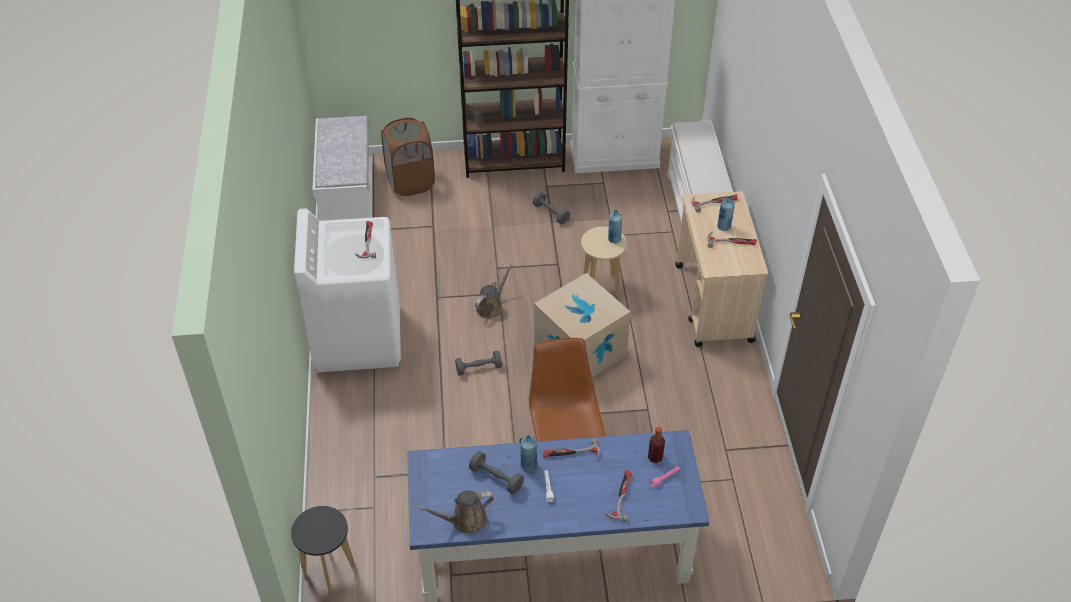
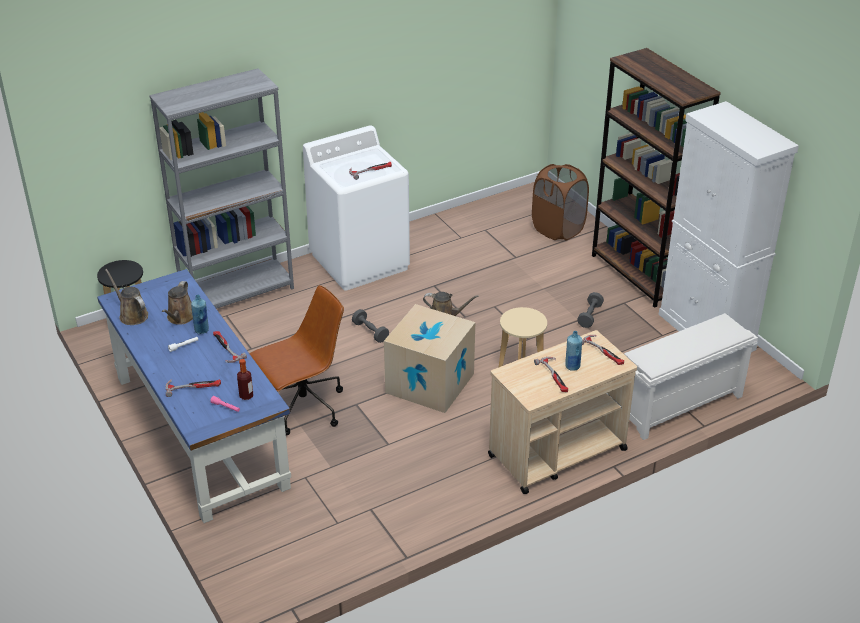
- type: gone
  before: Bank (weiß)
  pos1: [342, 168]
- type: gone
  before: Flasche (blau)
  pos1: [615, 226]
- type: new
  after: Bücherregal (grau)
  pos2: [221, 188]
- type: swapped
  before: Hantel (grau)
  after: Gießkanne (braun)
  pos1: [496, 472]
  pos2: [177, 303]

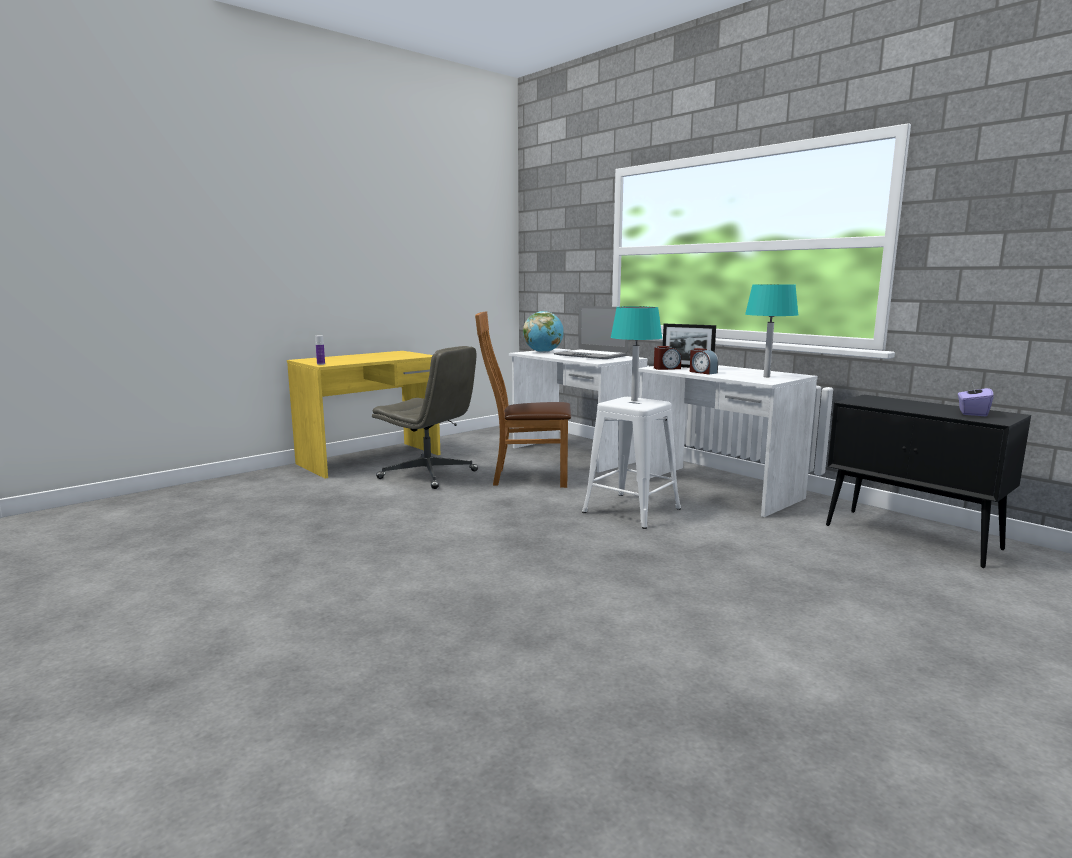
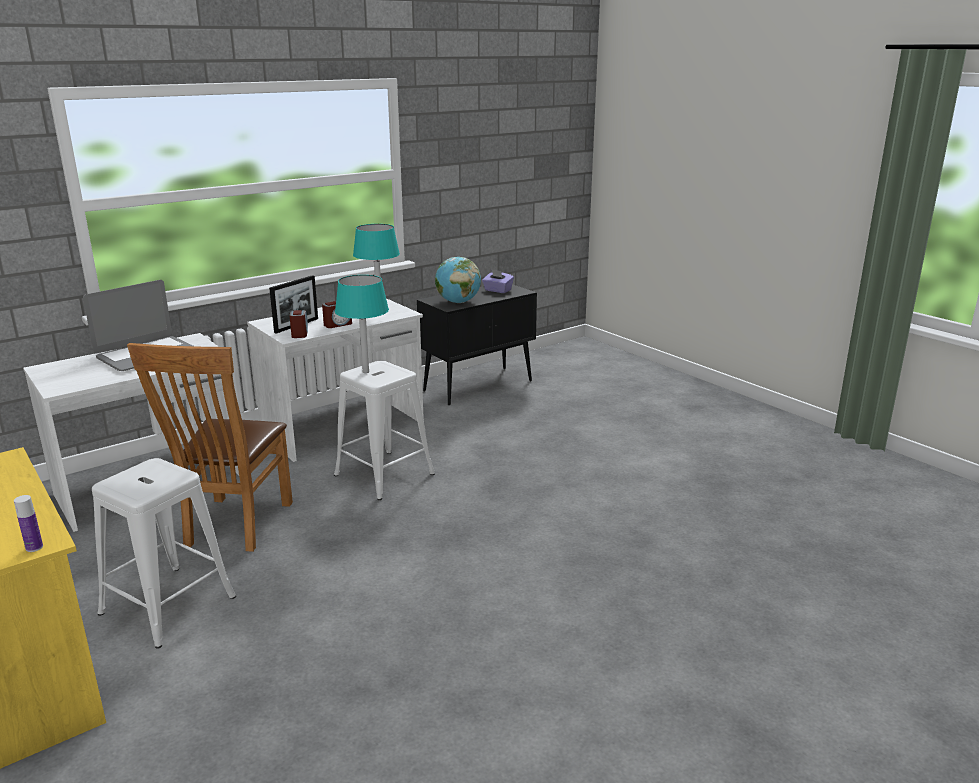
- type: shifted
  before: Globus
  pos1: [543, 332]
  pos2: [458, 280]
- type: swapped
  before: Bürostuhl (grau)
  after: Hocker (weiß)
  pos1: [425, 417]
  pos2: [164, 553]

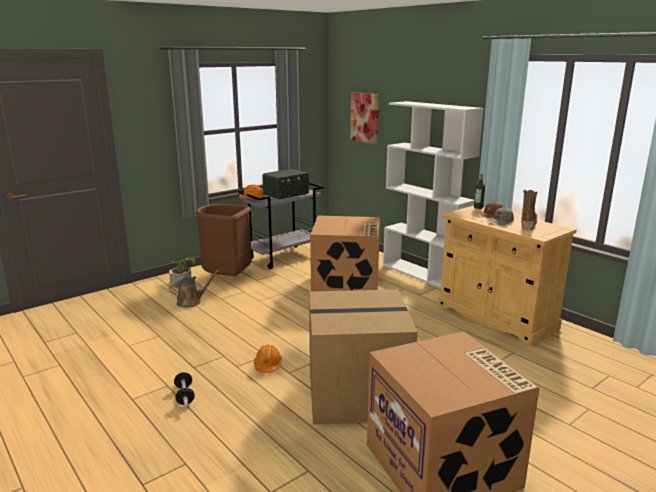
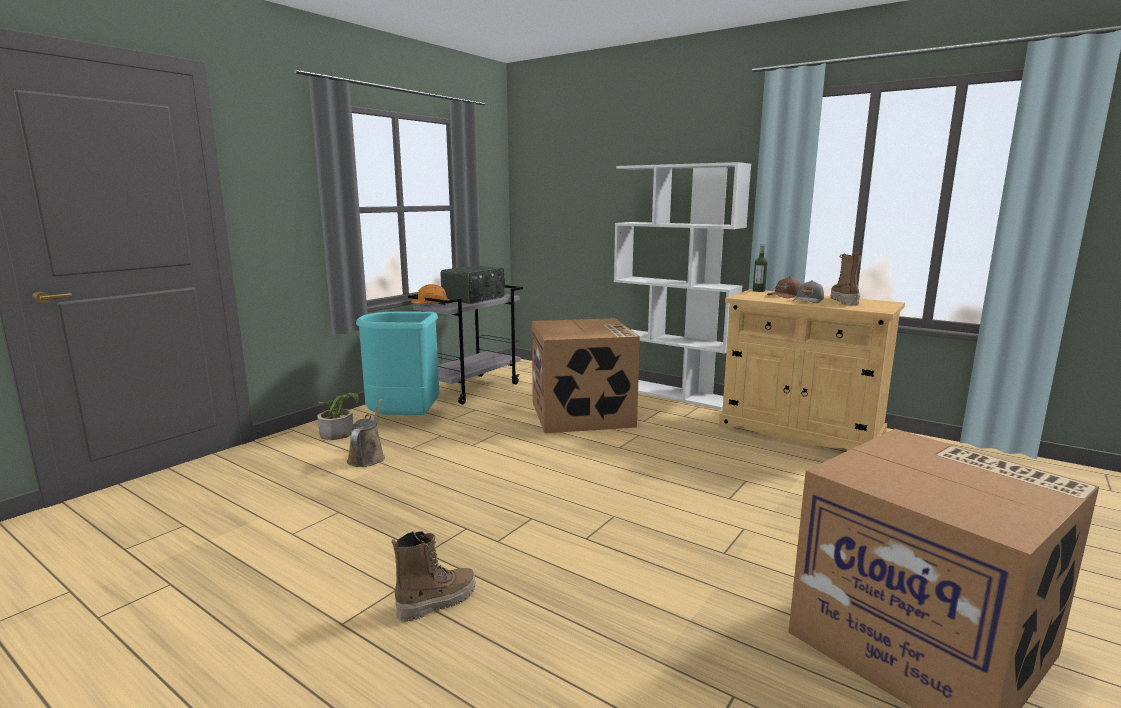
- type: gone
  before: Schutzhelm (orange)
  pos1: [268, 358]
- type: gone
  before: Karton
  pos1: [363, 357]
- type: gone
  before: Bild
  pos1: [364, 118]
- type: swapped
  before: Hantel
  after: Stiefel
  pos1: [184, 389]
  pos2: [433, 576]
- type: repainted
  before: Mülleimer (braun)
  after: Mülleimer (türkis)
  pos1: [223, 240]
  pos2: [397, 363]
- type: rotated
  before: Gießkanne (braun)
  pos1: [194, 289]
  pos2: [366, 433]
  turn: -45

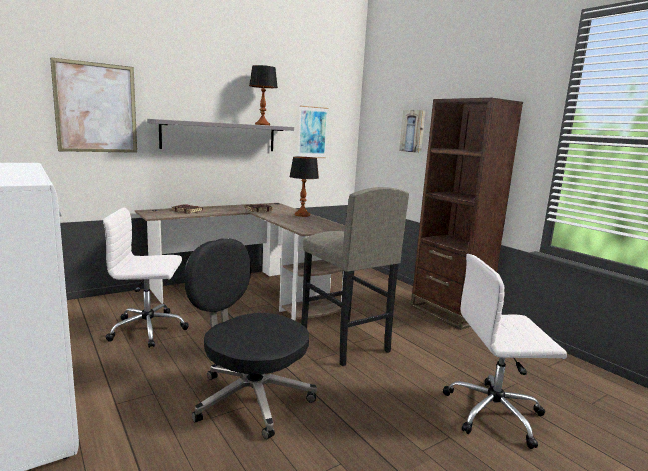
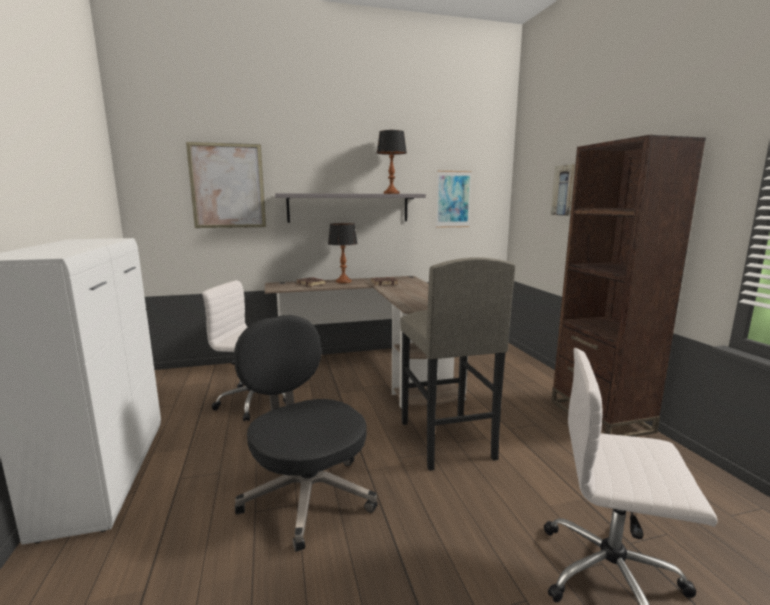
- type: shifted
  before: Tischlampe
  pos1: [304, 187]
  pos2: [343, 253]

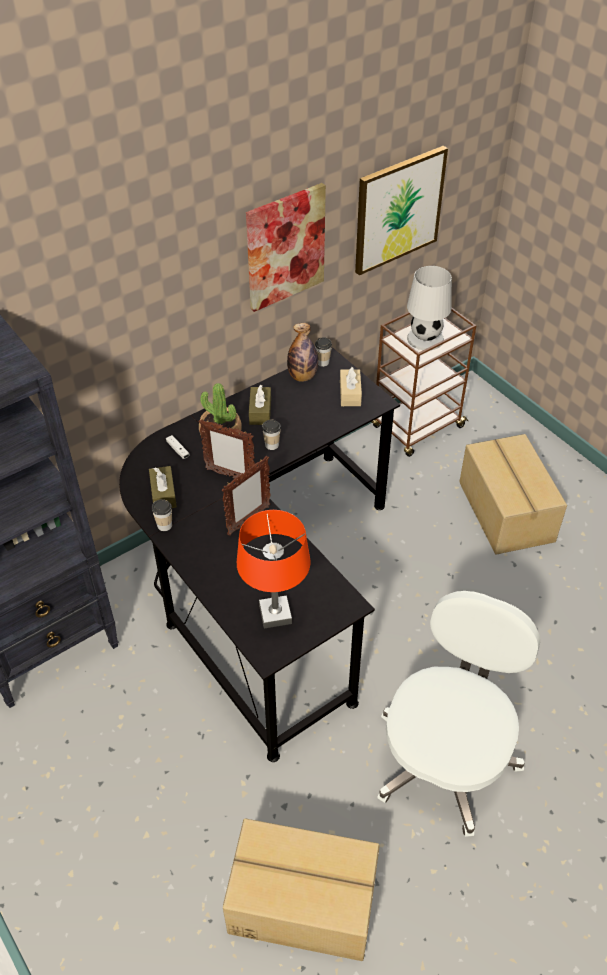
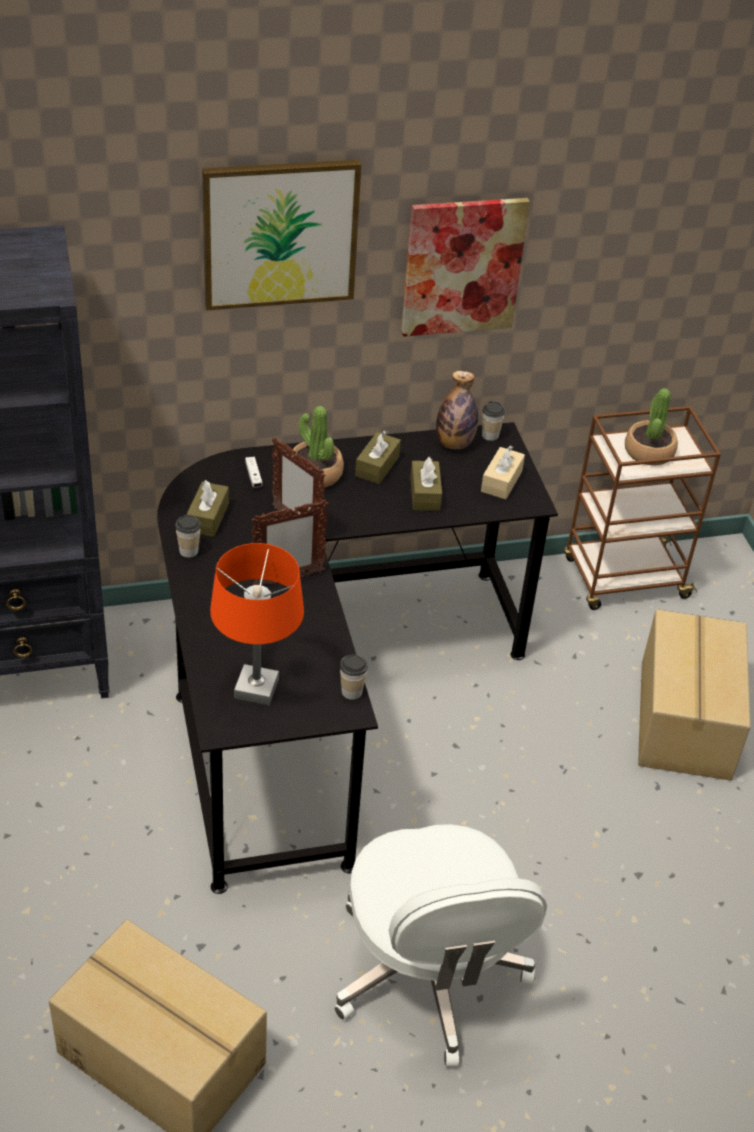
- type: new
  after: Taschentuchbox (braun)
  pos2: [426, 484]
- type: shifted
  before: Tasse
  pos1: [271, 435]
  pos2: [354, 677]
- type: shifted
  before: Bild
  pos1: [401, 210]
  pos2: [281, 235]
- type: swapped
  before: Tischlampe (weiß)
  after: Topfpflanze
  pos1: [429, 308]
  pos2: [651, 426]
- type: rotated
  before: Bürostuhl (weiß)
  pos1: [458, 714]
  pos2: [440, 945]
  turn: 120

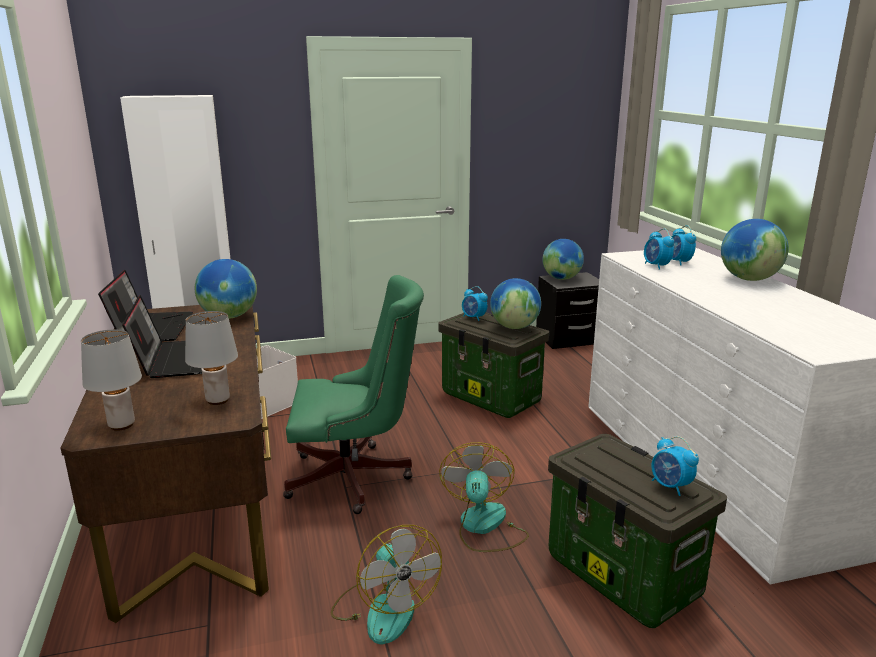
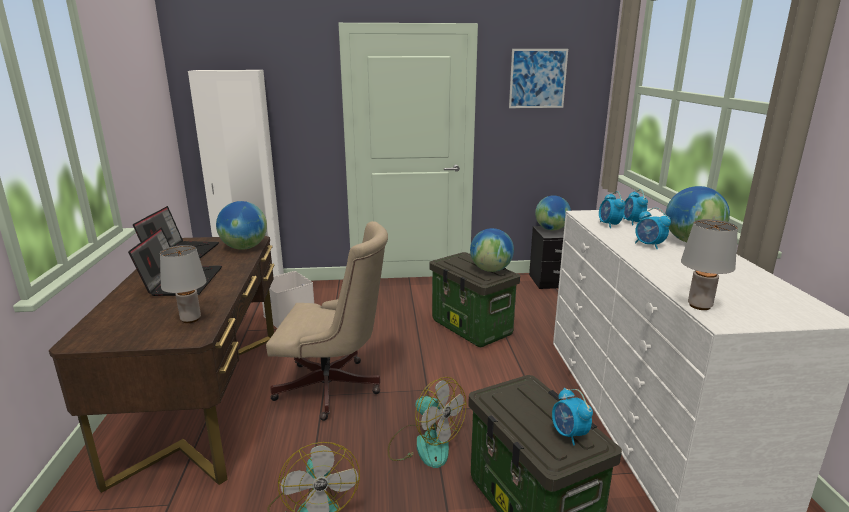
- type: new
  after: Bild
  pos2: [538, 78]
- type: shifted
  before: Tischlampe (grau)
  pos1: [111, 380]
  pos2: [709, 264]
- type: shifted
  before: Wecker
  pos1: [475, 303]
  pos2: [653, 228]
- type: repainted
  before: Bürostuhl (grün)
  after: Bürostuhl (beige)
  pos1: [353, 394]
  pos2: [327, 321]
- type: rotated
  before: Ventilator
  pos1: [484, 497]
  pos2: [427, 422]
  turn: 120

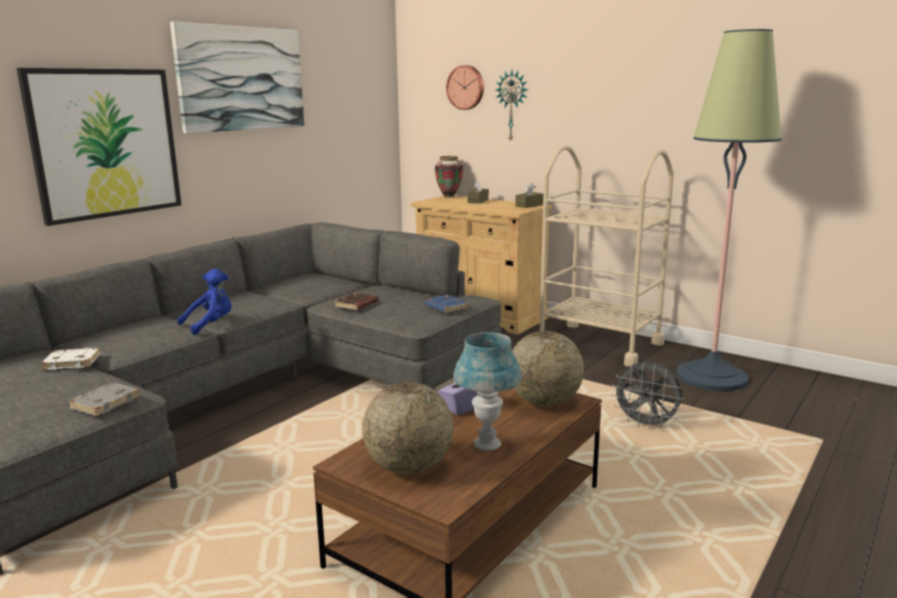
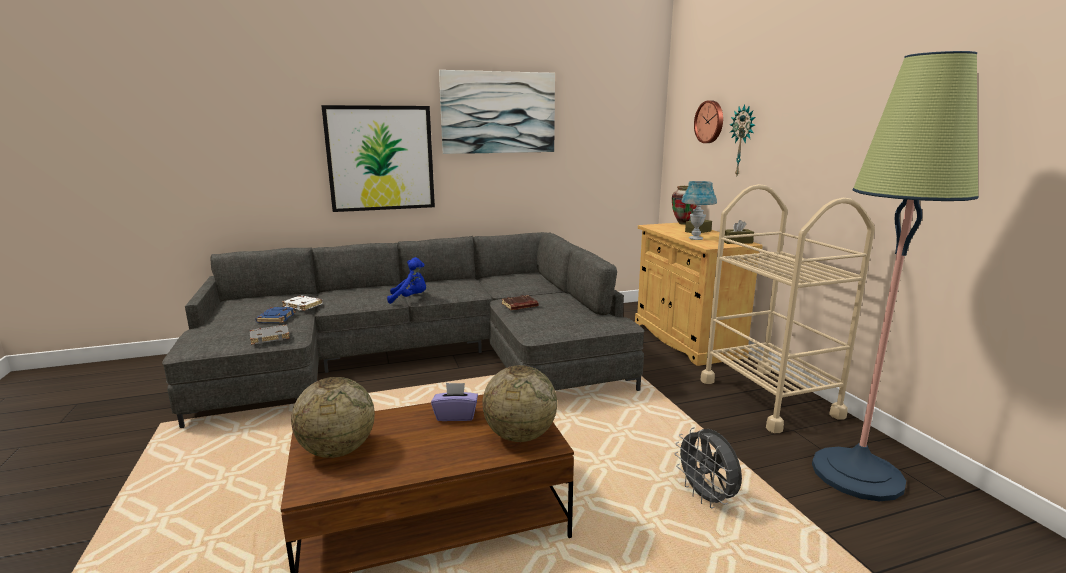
- type: shifted
  before: Buch (blau)
  pos1: [446, 304]
  pos2: [275, 315]
- type: shifted
  before: Tischlampe (blau)
  pos1: [487, 391]
  pos2: [699, 210]

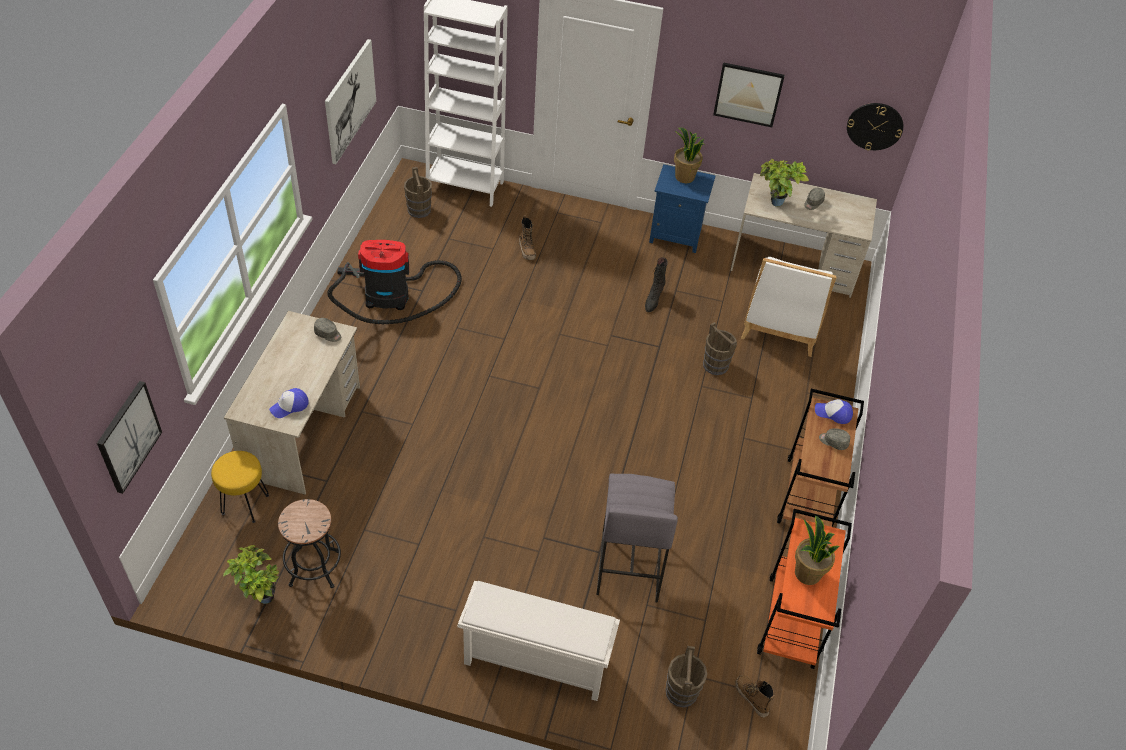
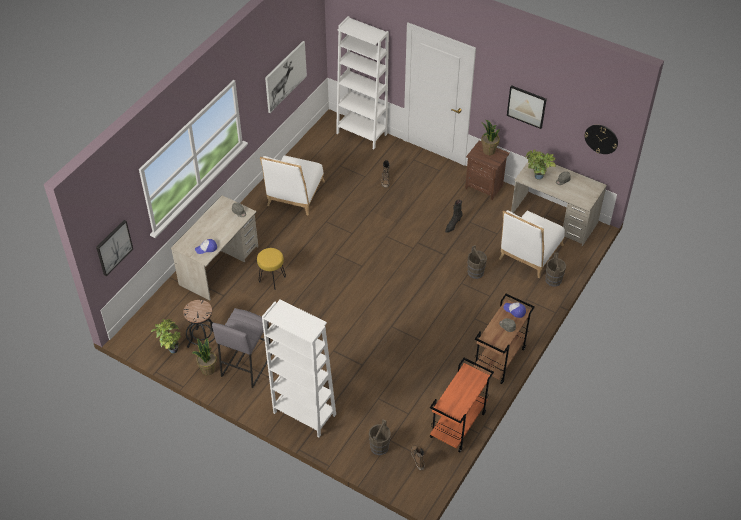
- type: shifted
  before: Hocker (gelb)
  pos1: [240, 487]
  pos2: [271, 269]
- type: shifted
  before: Eimer (braun)
  pos1: [418, 192]
  pos2: [555, 269]
- type: shifted
  before: Hocker (grau)
  pos1: [637, 538]
  pos2: [242, 348]
- type: shifted
  before: Topfpflanze
  pos1: [817, 550]
  pos2: [204, 356]
- type: swapped
  before: Staubsauger
  after: Stuhl (weiß)
  pos1: [394, 282]
  pos2: [292, 185]
- type: swapped
  before: Schuhregal (weiß)
  after: Bücherregal (weiß)
  pos1: [538, 641]
  pos2: [299, 368]
- type: repainted
  before: Nachttisch (blau)
  after: Nachttisch (braun)
  pos1: [682, 208]
  pos2: [487, 170]

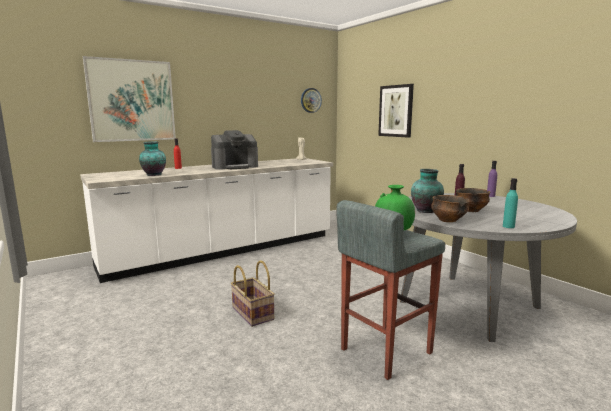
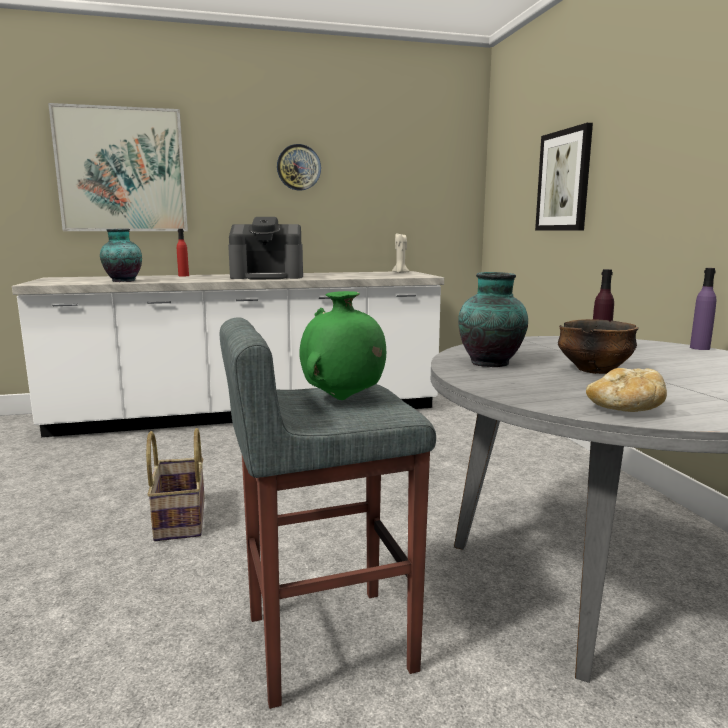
- type: gone
  before: Schüssel
  pos1: [450, 208]
- type: shifted
  before: Wanduhr
  pos1: [311, 100]
  pos2: [299, 167]
- type: swapped
  before: Flasche (türkis)
  after: Brot
  pos1: [510, 203]
  pos2: [626, 390]

